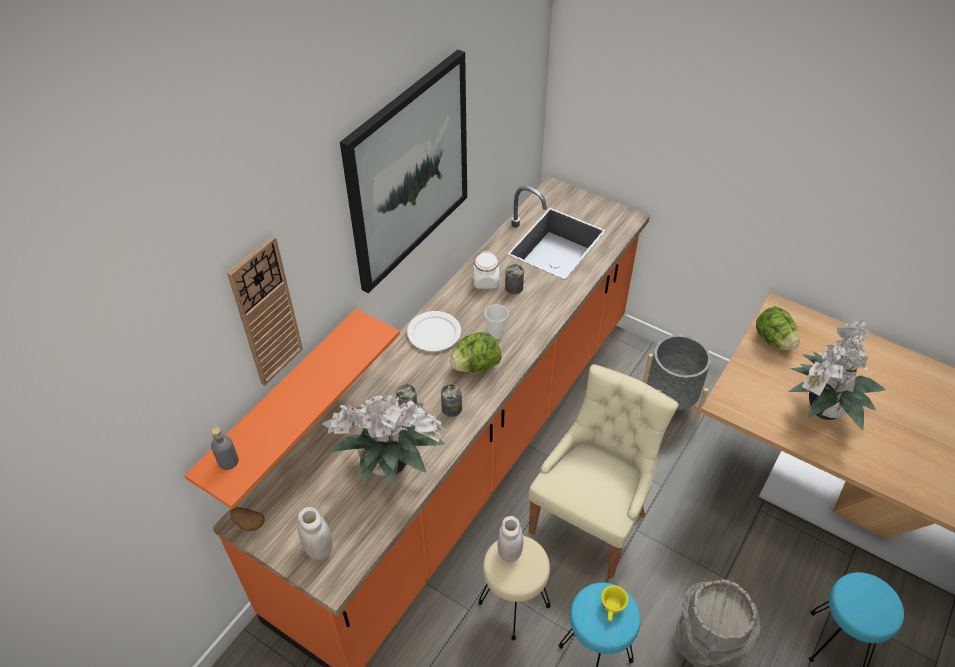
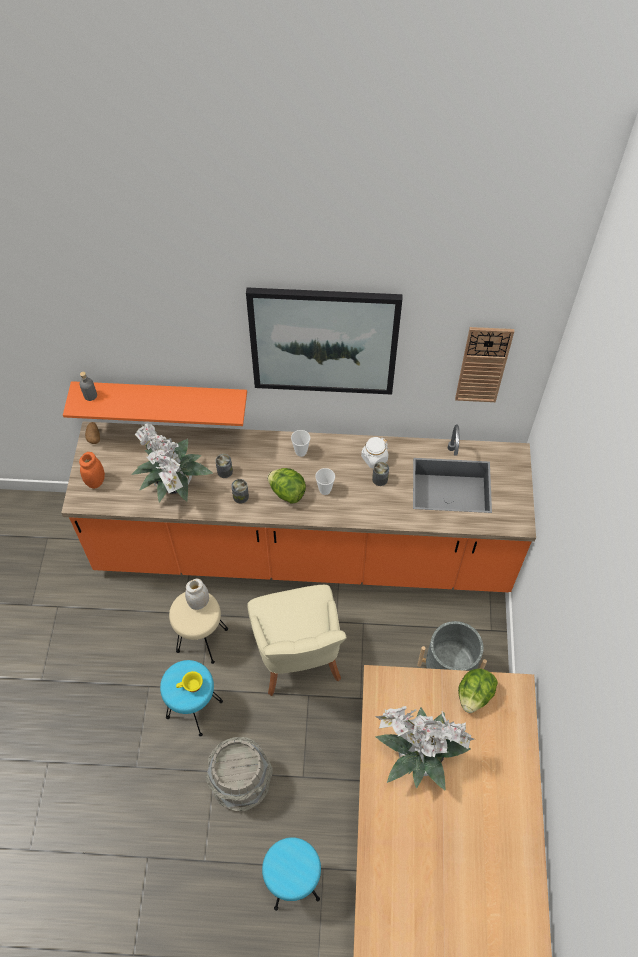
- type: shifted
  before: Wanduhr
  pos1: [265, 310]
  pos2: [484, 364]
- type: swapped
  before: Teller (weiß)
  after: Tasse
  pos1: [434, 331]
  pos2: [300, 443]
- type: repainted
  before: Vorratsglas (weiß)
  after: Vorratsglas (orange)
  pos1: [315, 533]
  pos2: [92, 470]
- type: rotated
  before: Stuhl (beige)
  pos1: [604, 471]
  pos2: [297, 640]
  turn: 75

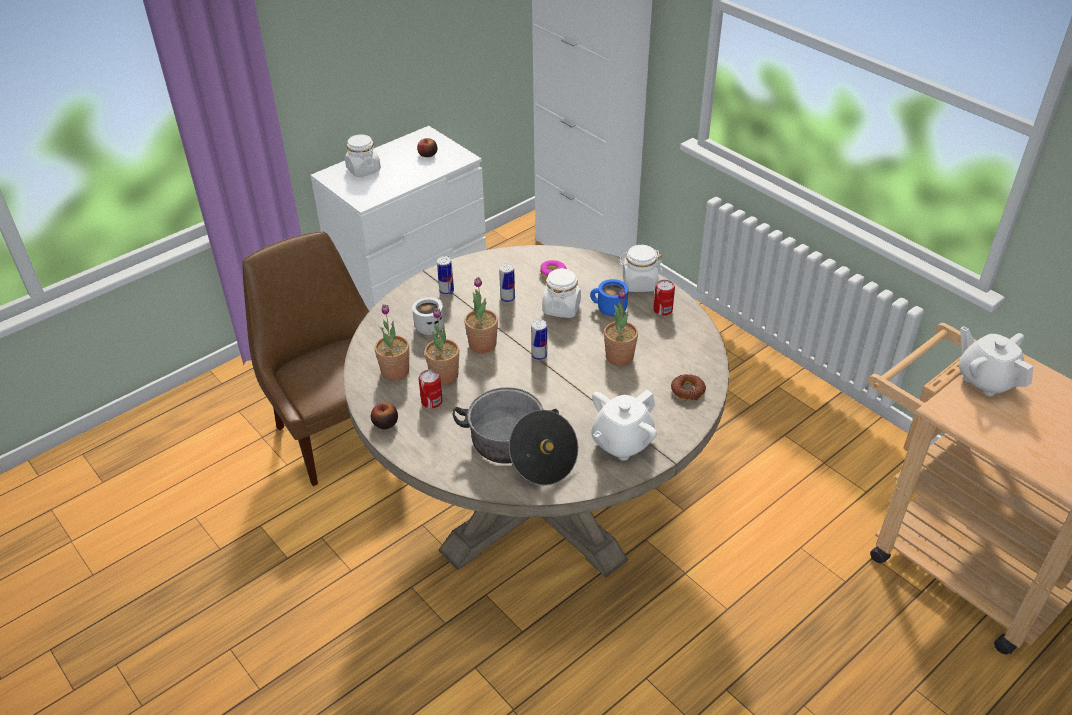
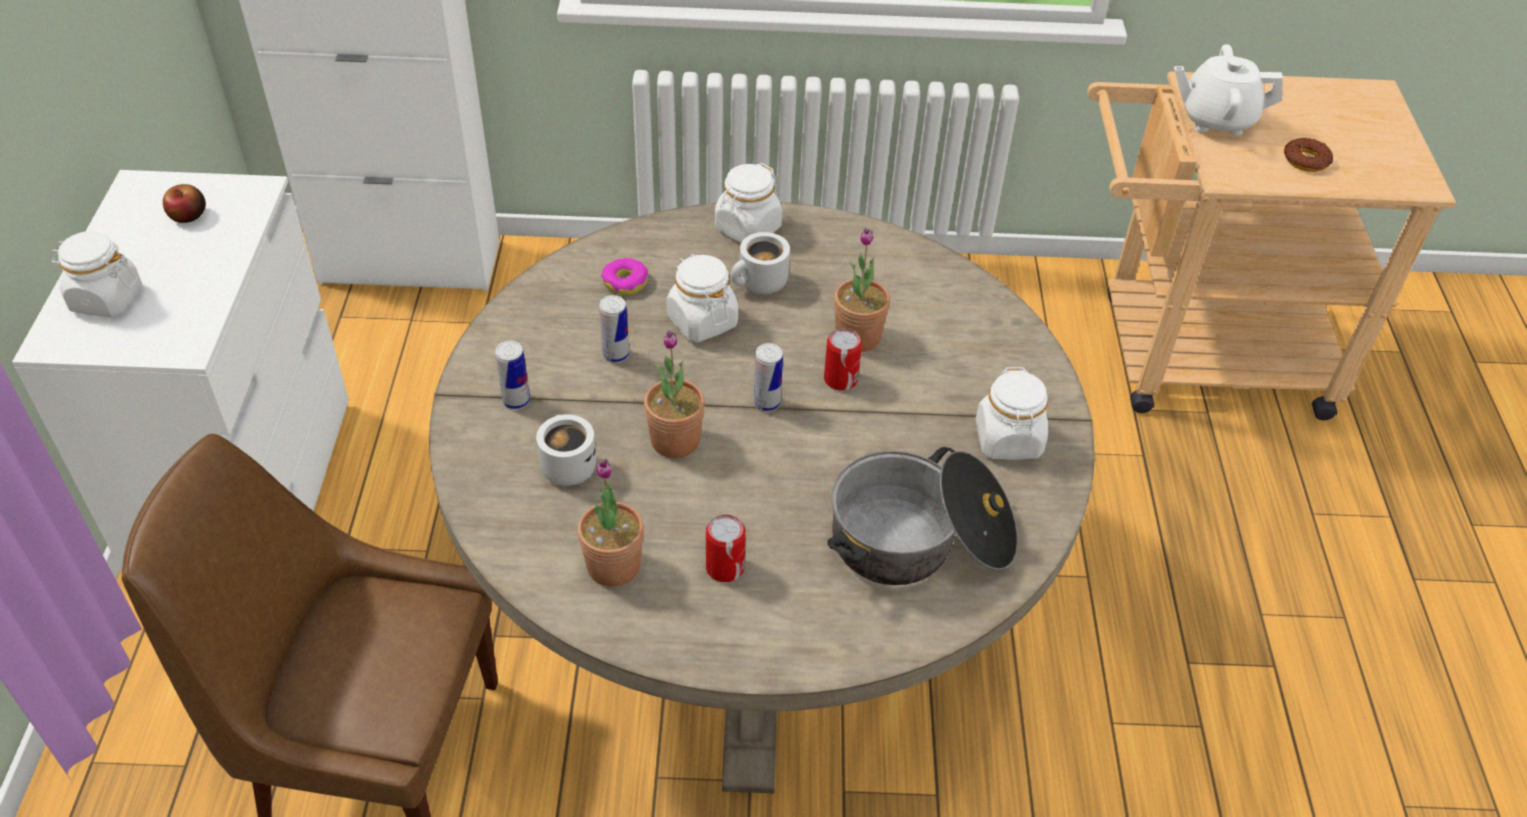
- type: gone
  before: Apfel
  pos1: [384, 415]
- type: gone
  before: Topfpflanze
  pos1: [442, 346]
- type: shifted
  before: Dose
  pos1: [664, 298]
  pos2: [843, 359]
- type: shifted
  before: Donut
  pos1: [688, 387]
  pos2: [1308, 155]
- type: swapped
  before: Teekanne (weiß)
  after: Vorratsglas (weiß)
  pos1: [624, 425]
  pos2: [1012, 413]
- type: repainted
  before: Henkelbecher (blau)
  after: Henkelbecher (weiß)
  pos1: [609, 297]
  pos2: [760, 263]

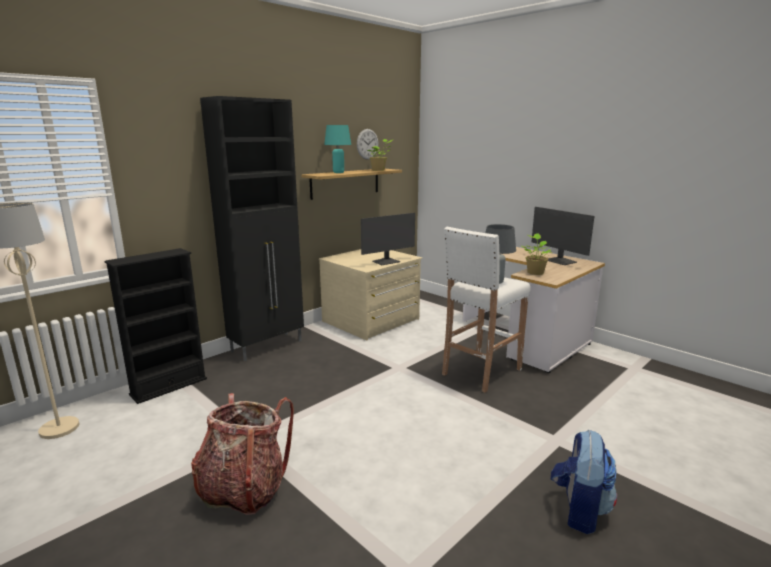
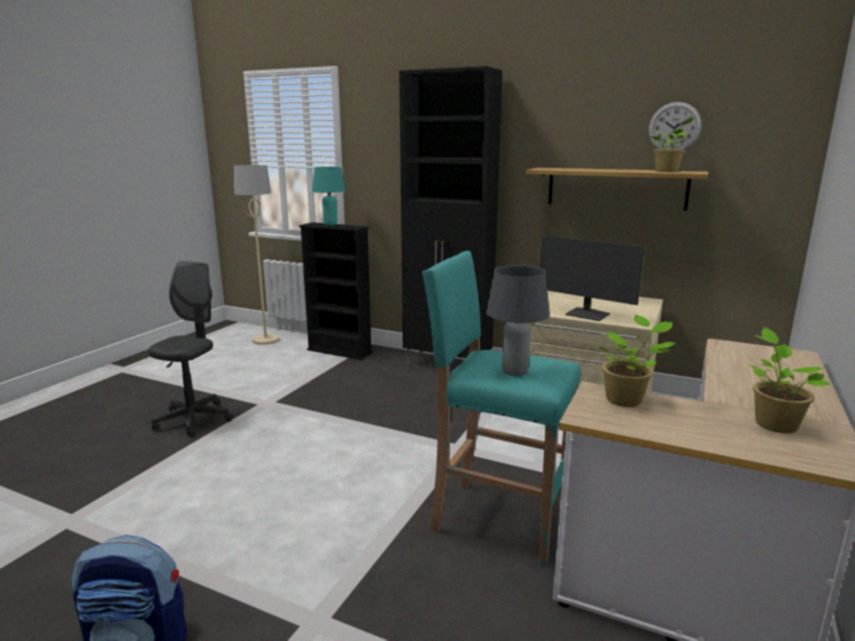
- type: shifted
  before: Tischlampe (türkis)
  pos1: [337, 149]
  pos2: [329, 196]
- type: swapped
  before: Rucksack
  after: Bürostuhl (grau)
  pos1: [242, 454]
  pos2: [190, 349]
- type: swapped
  before: Monitor
  after: Topfpflanze
  pos1: [563, 236]
  pos2: [790, 380]
- type: repainted
  before: Hocker (weiß)
  after: Hocker (türkis)
  pos1: [486, 310]
  pos2: [501, 408]

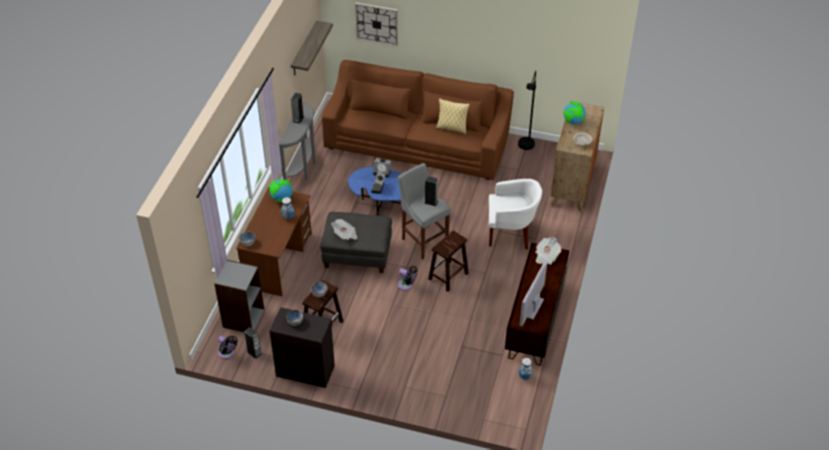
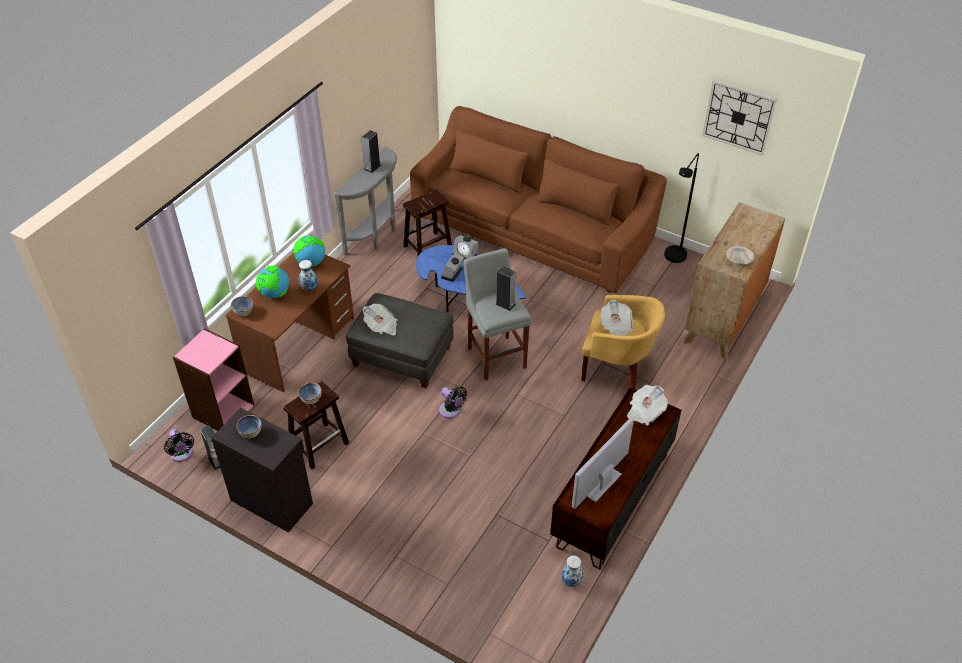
- type: gone
  before: Wandregal
  pos1: [312, 48]
- type: gone
  before: Kissen
  pos1: [453, 116]
- type: new
  after: Zeitung
  pos2: [616, 318]
- type: shifted
  before: Wanduhr
  pos1: [377, 24]
  pos2: [739, 118]
- type: shifted
  before: Hocker (braun)
  pos1: [448, 261]
  pos2: [427, 222]
- type: shifted
  before: Globus
  pos1: [574, 113]
  pos2: [272, 282]
- type: repainted
  before: Bücherregal (grau)
  after: Bücherregal (rosa)
  pos1: [239, 296]
  pos2: [213, 379]
- type: repainted
  before: Sessel (weiß)
  after: Sessel (gelb)
  pos1: [515, 214]
  pos2: [623, 342]

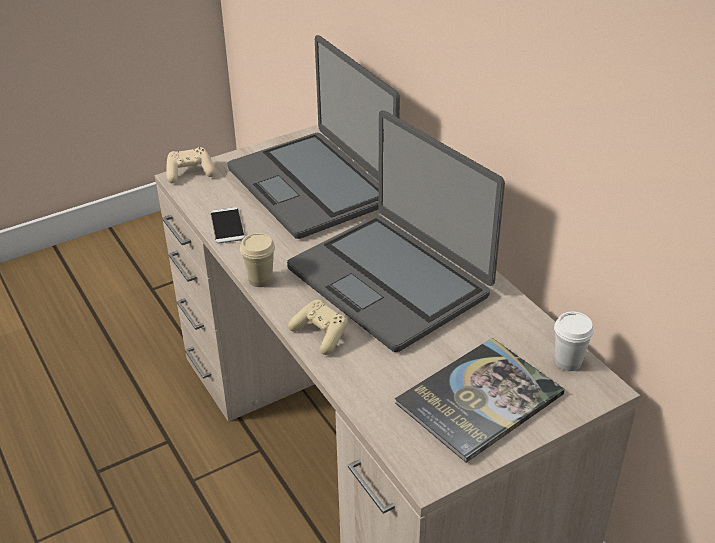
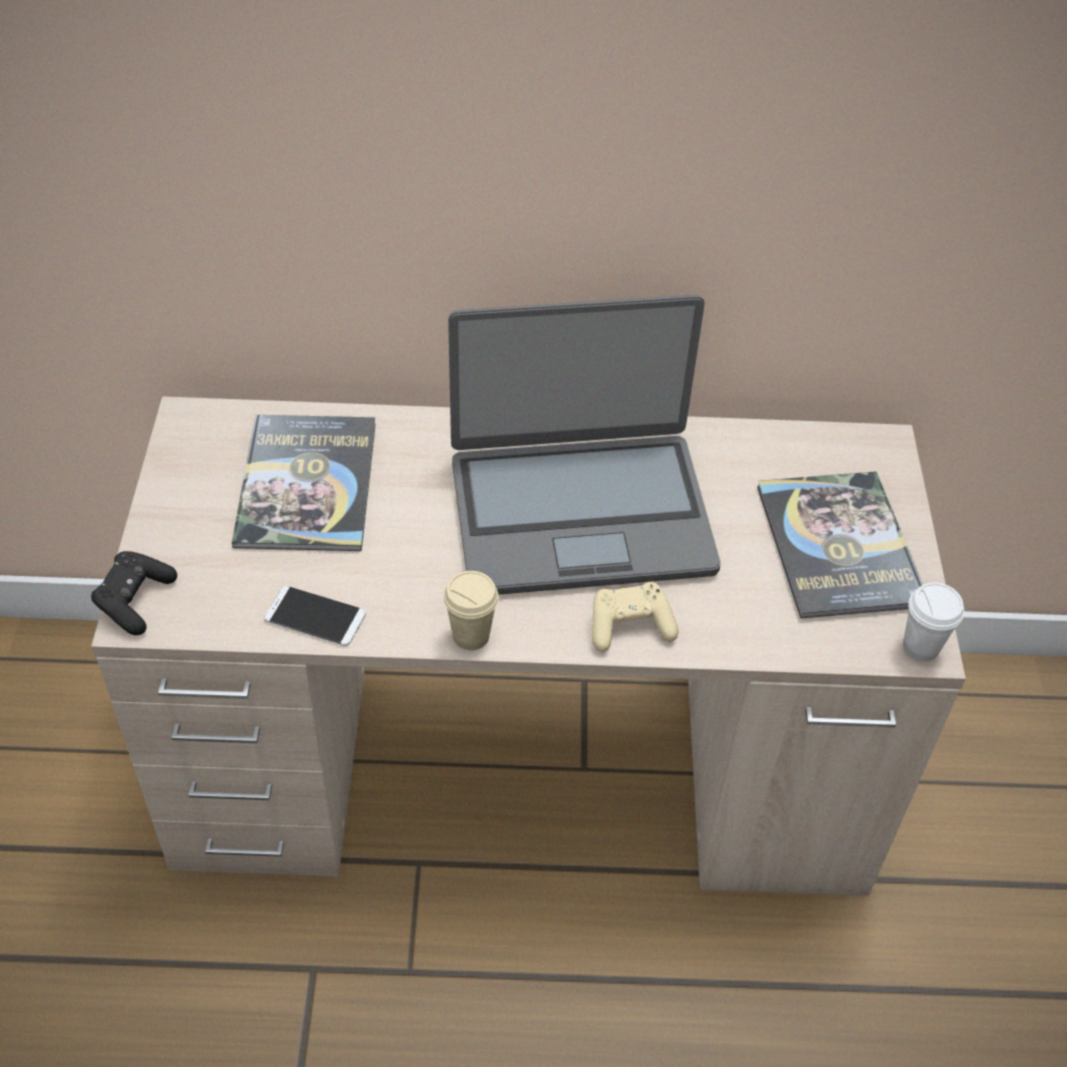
- type: shifted
  before: Tasse (weiß)
  pos1: [574, 341]
  pos2: [933, 621]
- type: swapped
  before: Laptop
  after: Buch
  pos1: [313, 137]
  pos2: [304, 483]
- type: repainted
  before: Gamepad (beige)
  after: Gamepad (schwarz)
  pos1: [191, 165]
  pos2: [134, 593]

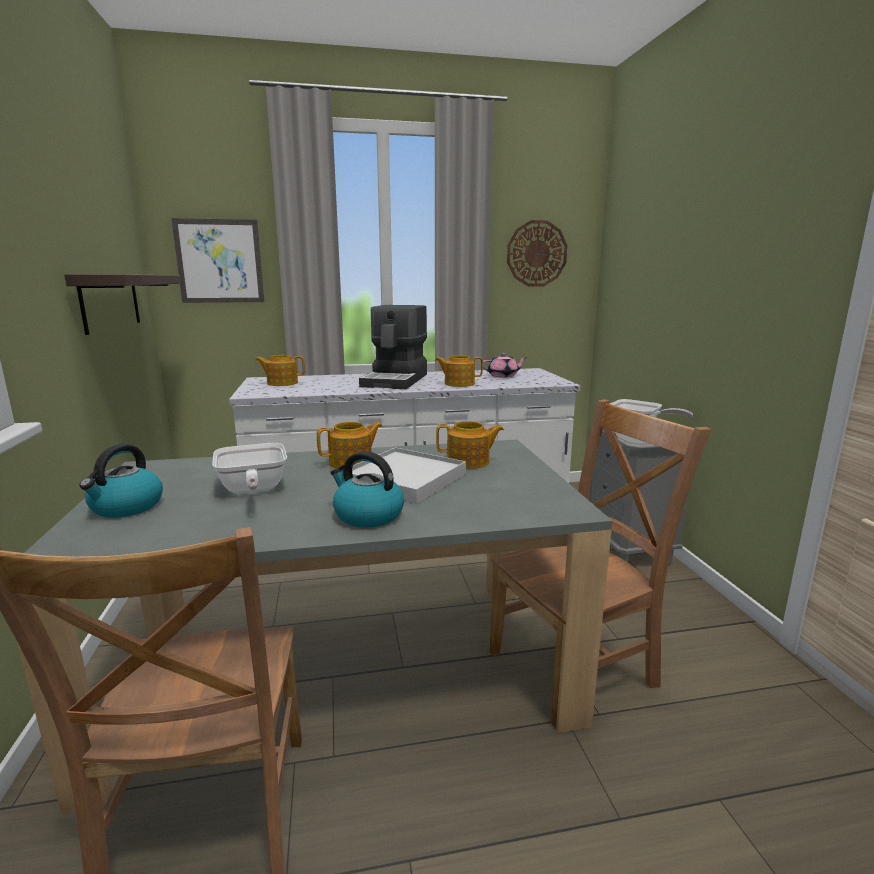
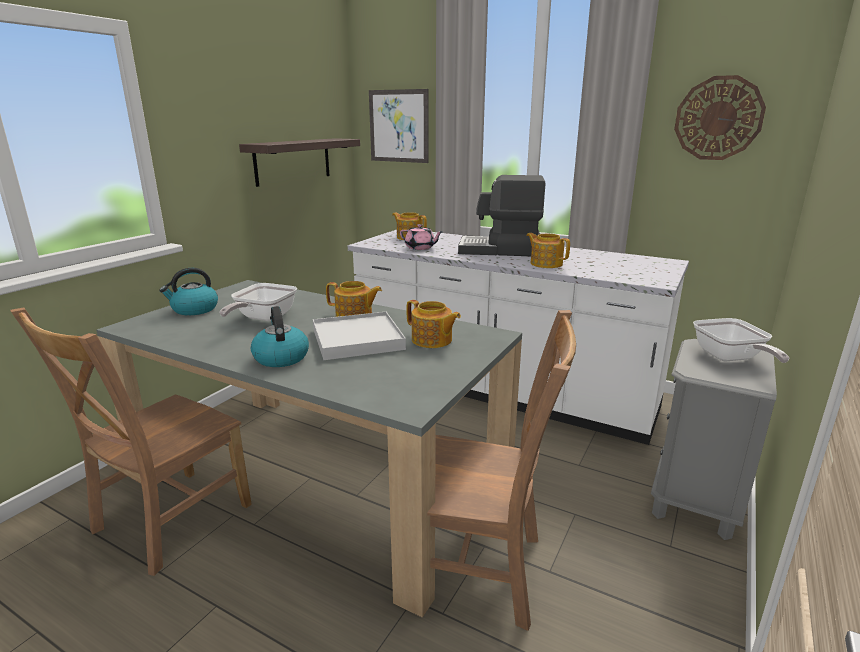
- type: shifted
  before: Teekanne (rosa)
  pos1: [505, 365]
  pos2: [421, 237]
- type: rotated
  before: Kaffeemaschine
  pos1: [393, 347]
  pos2: [501, 215]
  turn: 45

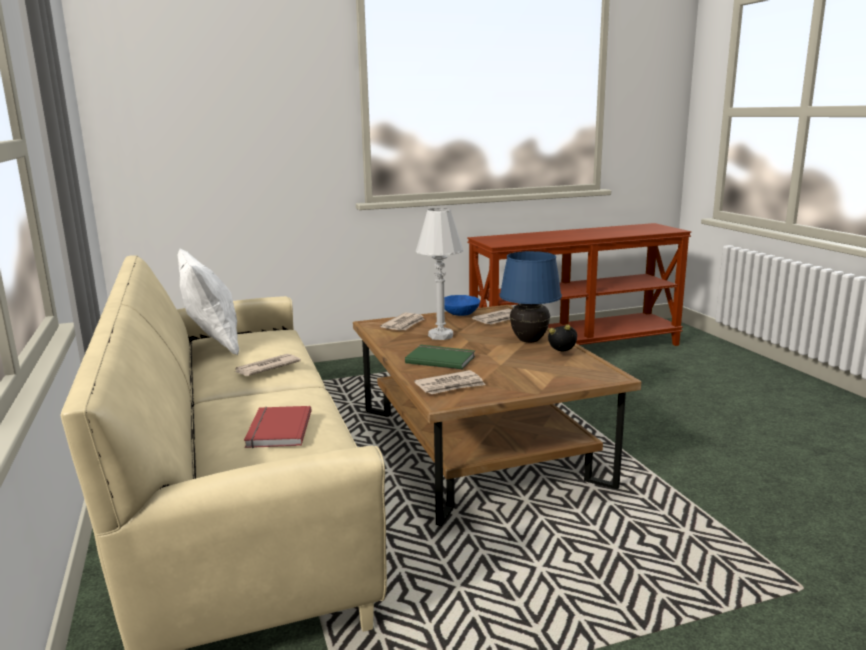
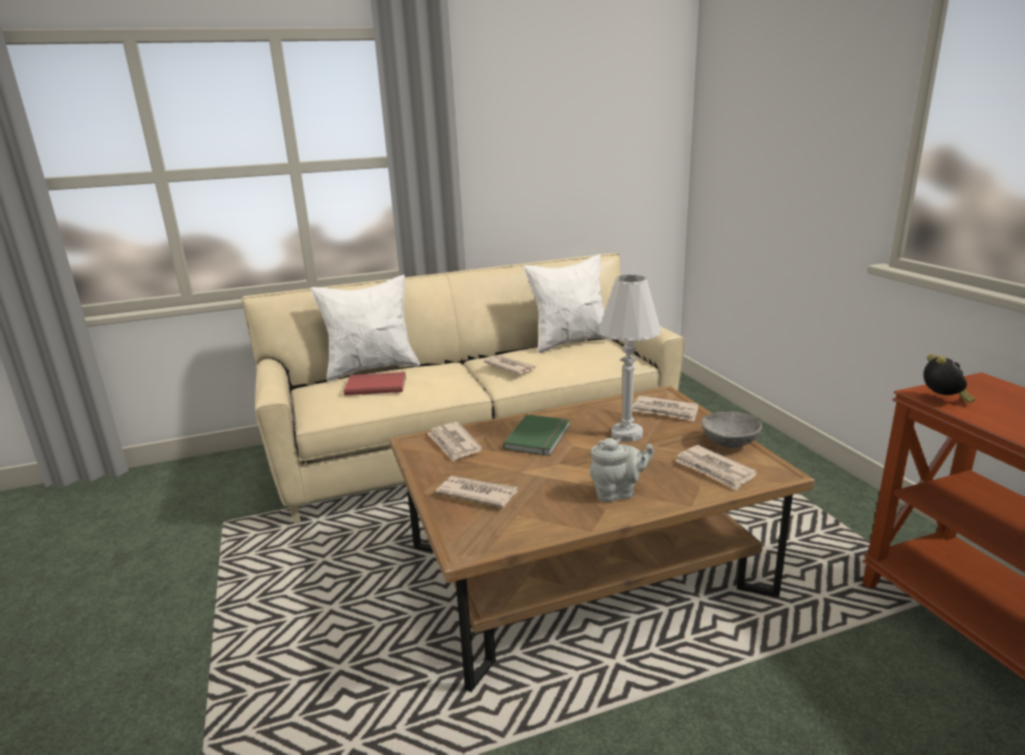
- type: new
  after: Kissen (weiß)
  pos2: [365, 328]
- type: new
  after: Zeitung
  pos2: [477, 492]
- type: shifted
  before: Wecker
  pos1: [562, 338]
  pos2: [949, 378]
- type: swapped
  before: Tischlampe (blau)
  after: Teekanne (grau)
  pos1: [530, 297]
  pos2: [622, 470]
- type: repainted
  before: Schüssel (blau)
  after: Schüssel (grau)
  pos1: [462, 305]
  pos2: [731, 430]

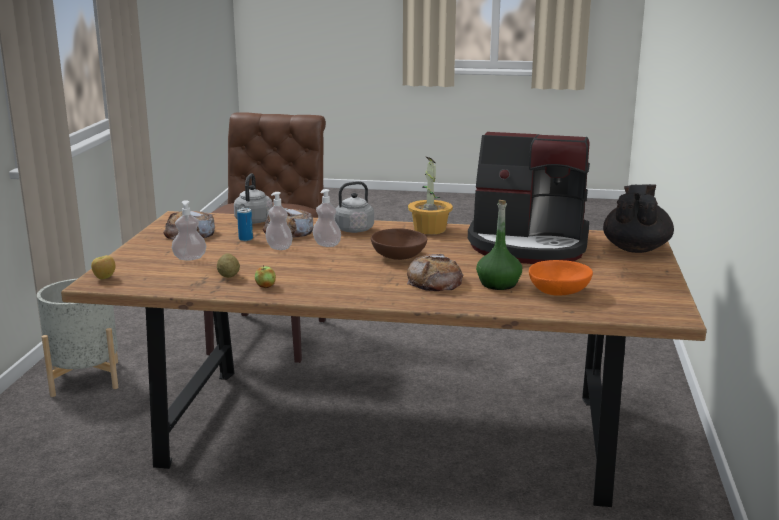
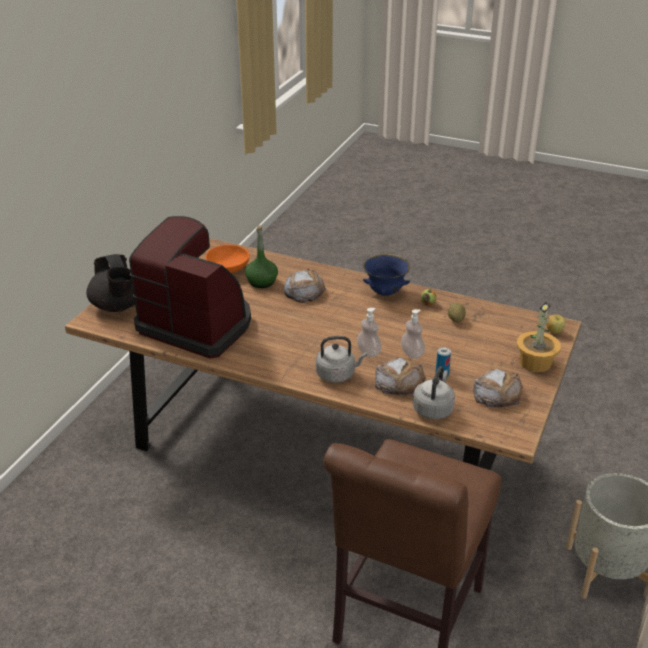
- type: gone
  before: Seifenspender
  pos1: [189, 230]
- type: gone
  before: Schüssel (braun)
  pos1: [399, 244]
- type: new
  after: Schüssel (blau)
  pos2: [386, 275]
- type: shifted
  before: Topfpflanze
  pos1: [430, 196]
  pos2: [539, 337]
- type: rotated
  before: Teekanne (schwarz)
  pos1: [638, 218]
  pos2: [110, 283]
  turn: -60

